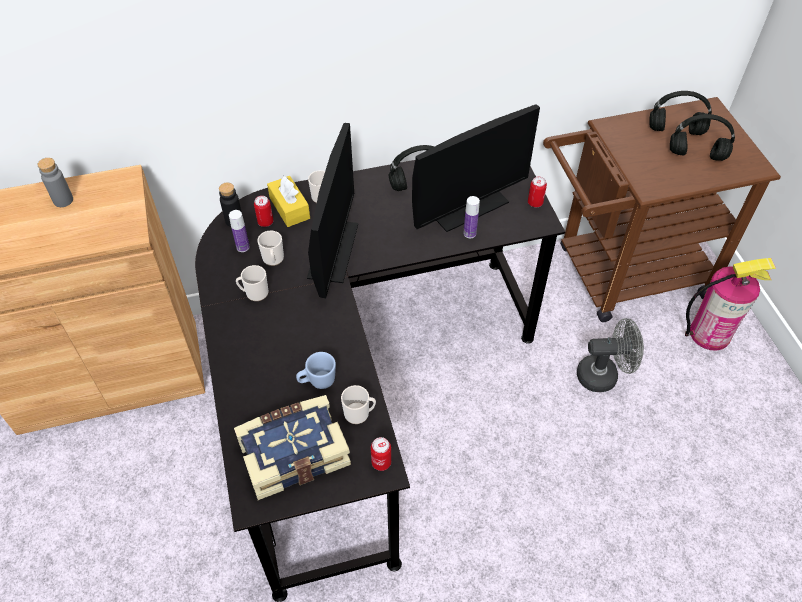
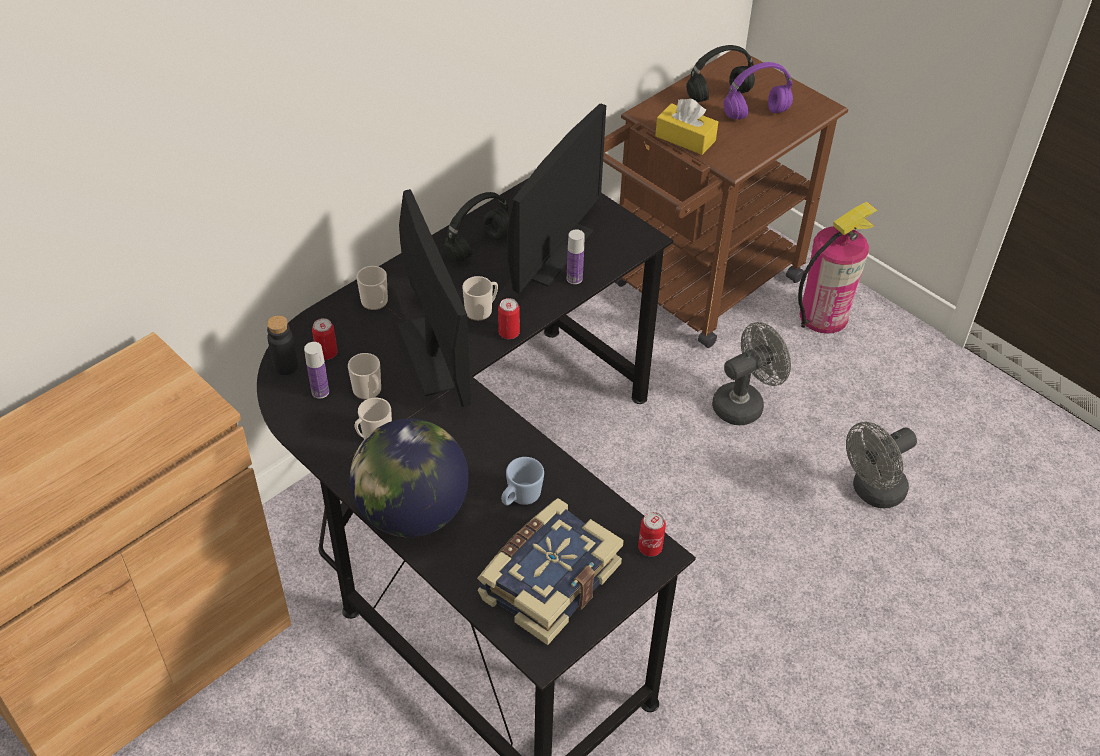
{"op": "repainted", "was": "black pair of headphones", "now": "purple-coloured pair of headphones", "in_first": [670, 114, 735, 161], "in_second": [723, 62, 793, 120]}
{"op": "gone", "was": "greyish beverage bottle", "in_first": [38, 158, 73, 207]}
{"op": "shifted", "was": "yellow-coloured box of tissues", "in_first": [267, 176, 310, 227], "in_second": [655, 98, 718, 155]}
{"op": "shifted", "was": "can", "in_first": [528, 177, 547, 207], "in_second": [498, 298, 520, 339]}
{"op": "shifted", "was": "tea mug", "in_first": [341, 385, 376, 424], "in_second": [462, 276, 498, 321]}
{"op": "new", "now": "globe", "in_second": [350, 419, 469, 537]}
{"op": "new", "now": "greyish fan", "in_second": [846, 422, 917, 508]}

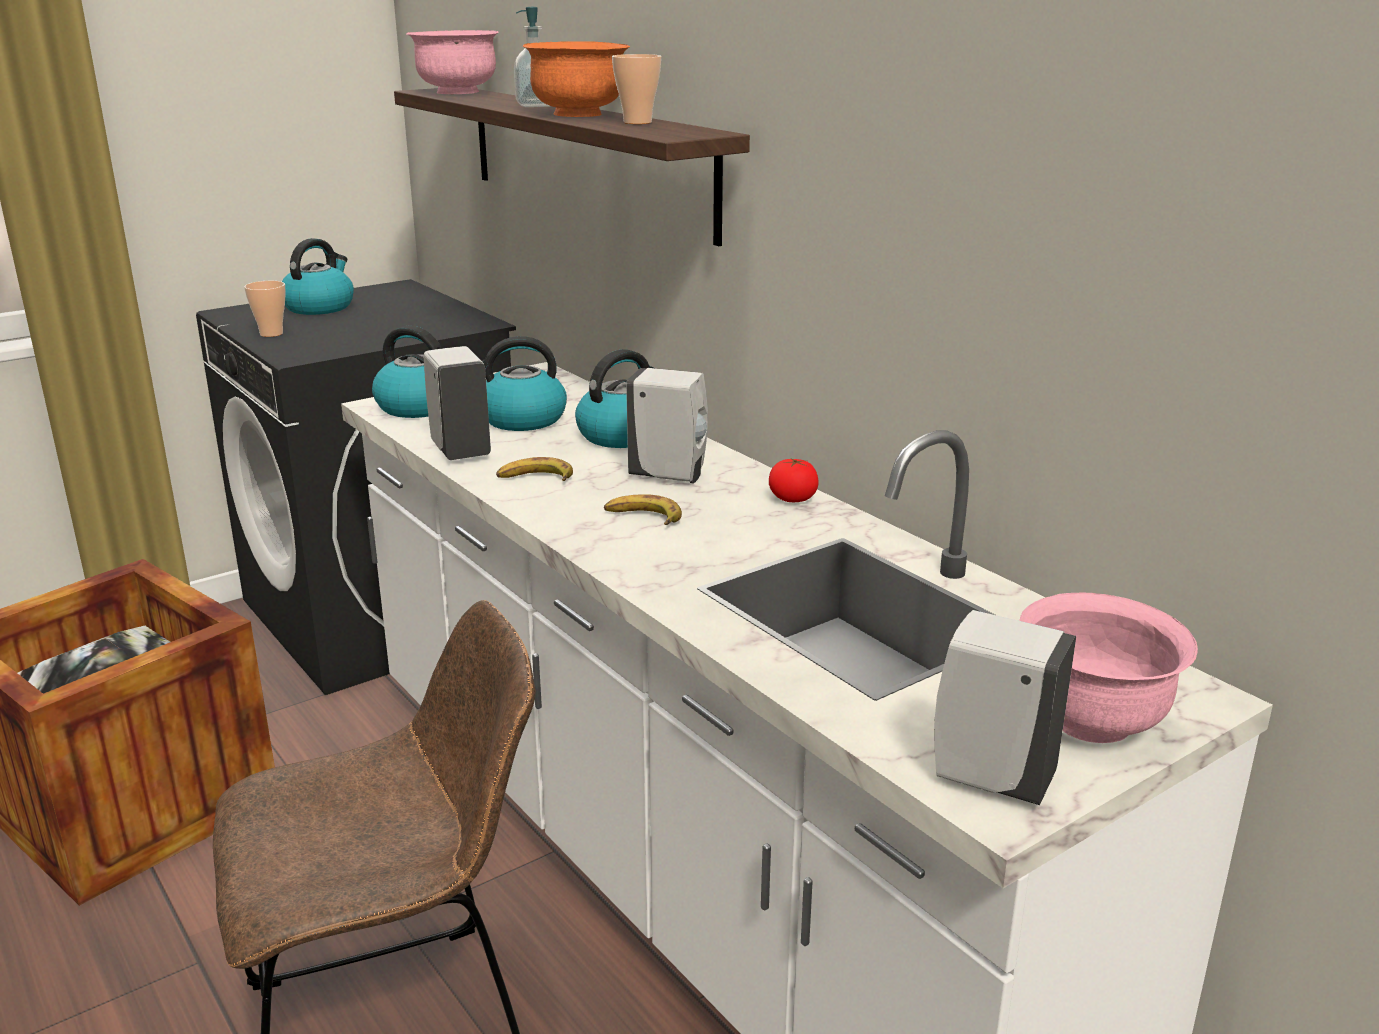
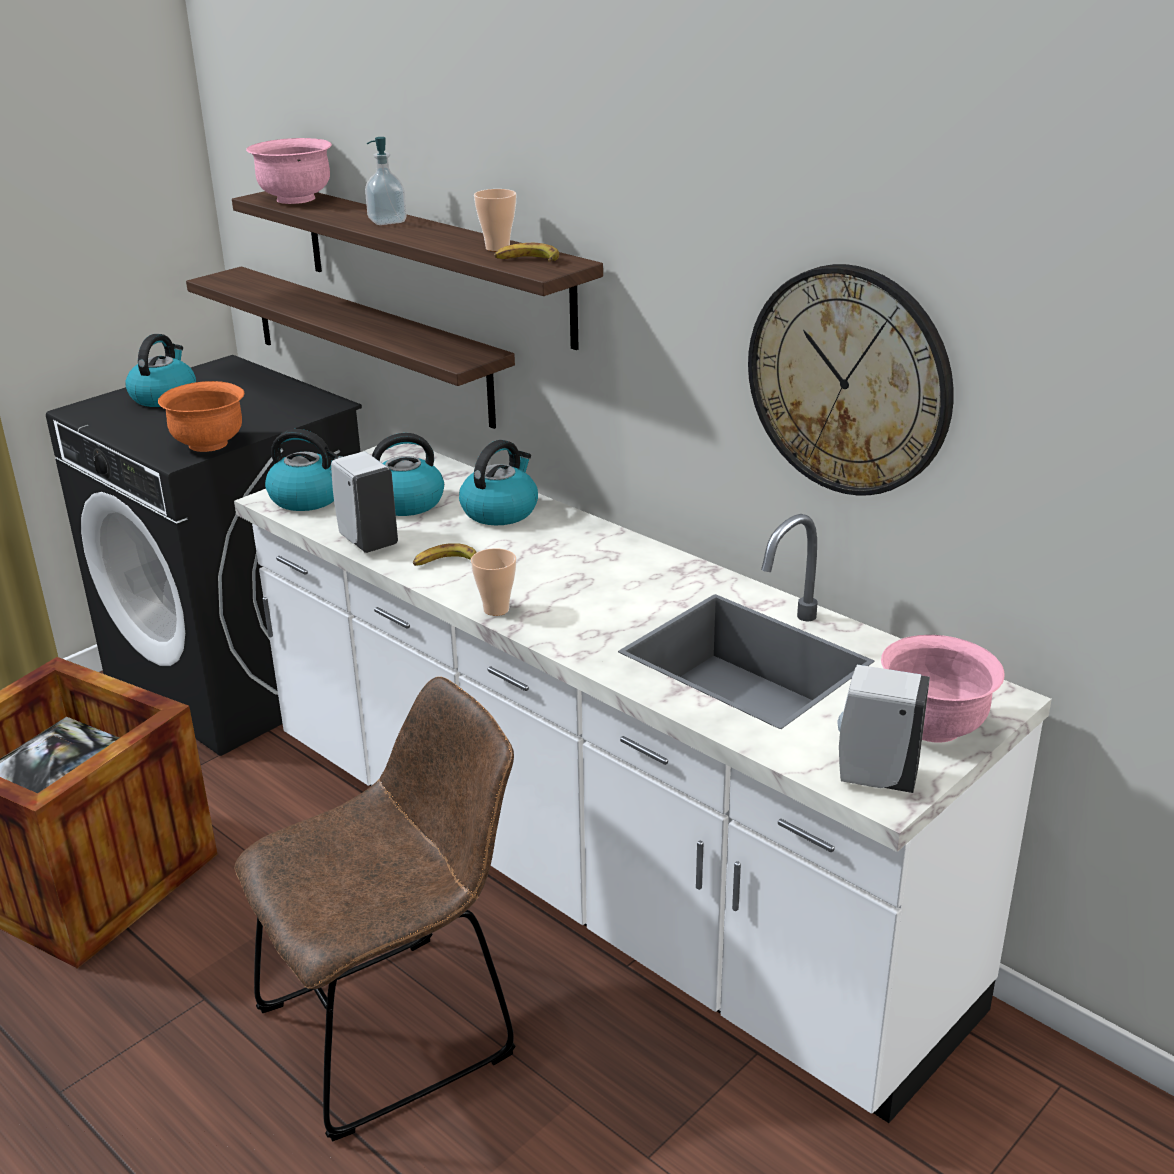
{"op": "shifted", "was": "orange bowl", "in_first": [523, 41, 630, 117], "in_second": [158, 381, 244, 452]}
{"op": "shifted", "was": "cup", "in_first": [244, 281, 286, 337], "in_second": [471, 548, 516, 616]}
{"op": "gone", "was": "white-coloured soap bottle", "in_first": [626, 368, 708, 484]}
{"op": "gone", "was": "fresh tomato", "in_first": [769, 459, 818, 502]}
{"op": "shifted", "was": "banana fruit", "in_first": [604, 494, 682, 525], "in_second": [494, 243, 559, 262]}
{"op": "new", "now": "hanging clock", "in_second": [748, 264, 954, 495]}
{"op": "new", "now": "shelf", "in_second": [186, 266, 515, 429]}

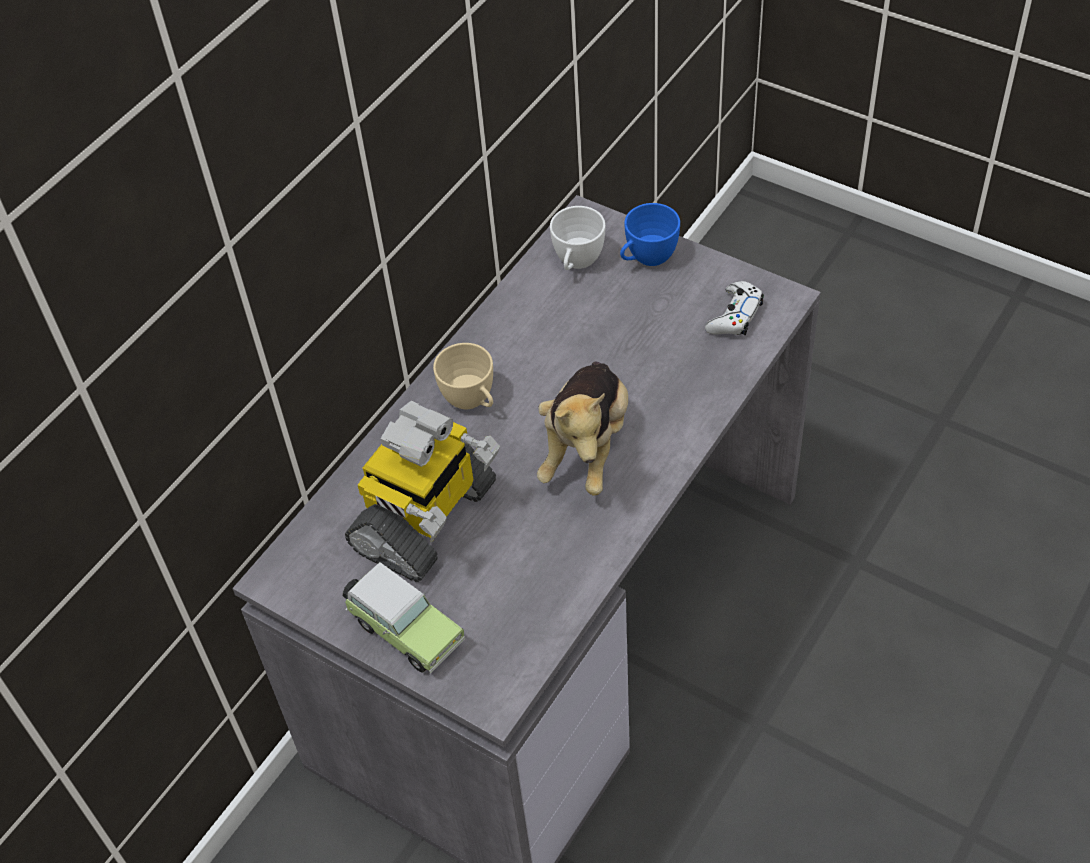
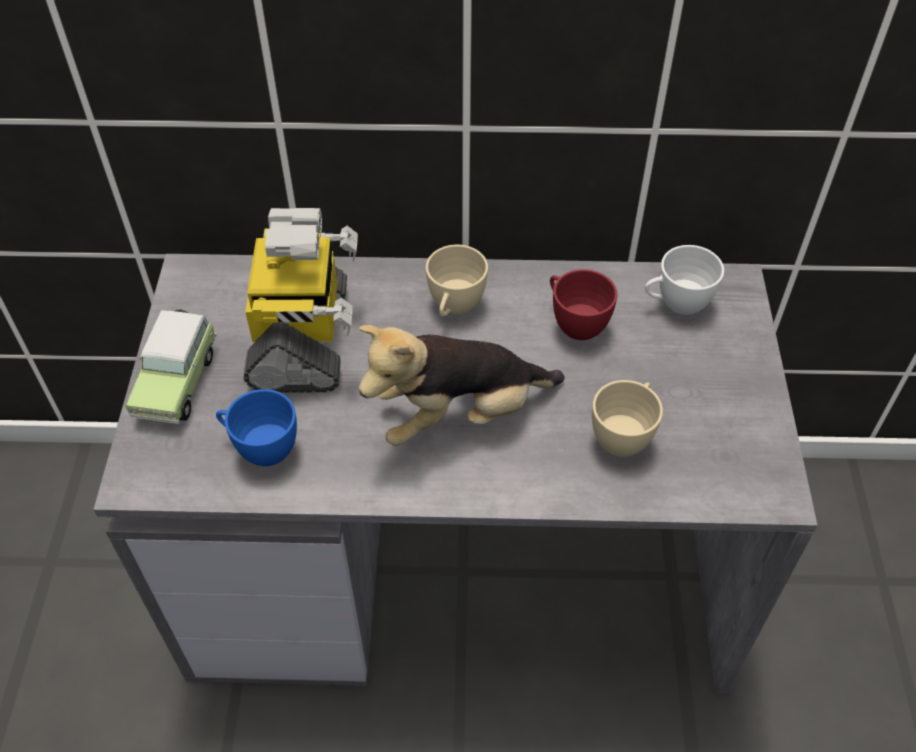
{"op": "shifted", "was": "blue-coloured cup", "in_first": [620, 203, 680, 266], "in_second": [216, 389, 297, 466]}
{"op": "gone", "was": "white-coloured game controller", "in_first": [705, 281, 764, 335]}
{"op": "rotated", "was": "toy robot", "in_first": [345, 401, 500, 582], "in_second": [244, 208, 358, 393], "clockwise": -90}
{"op": "new", "now": "reddish cup", "in_second": [550, 269, 617, 340]}
{"op": "new", "now": "sand-coloured cup", "in_second": [592, 380, 663, 457]}

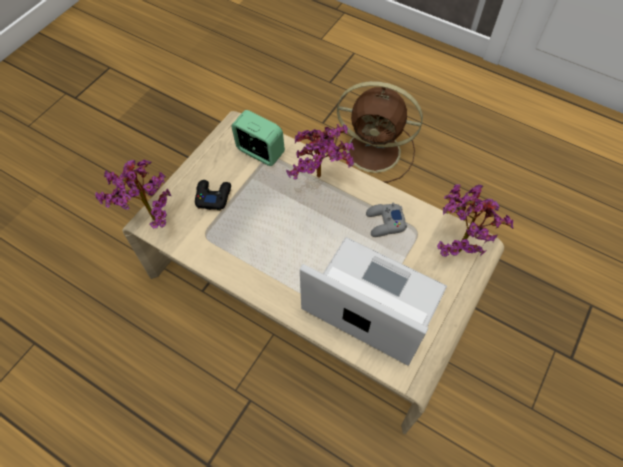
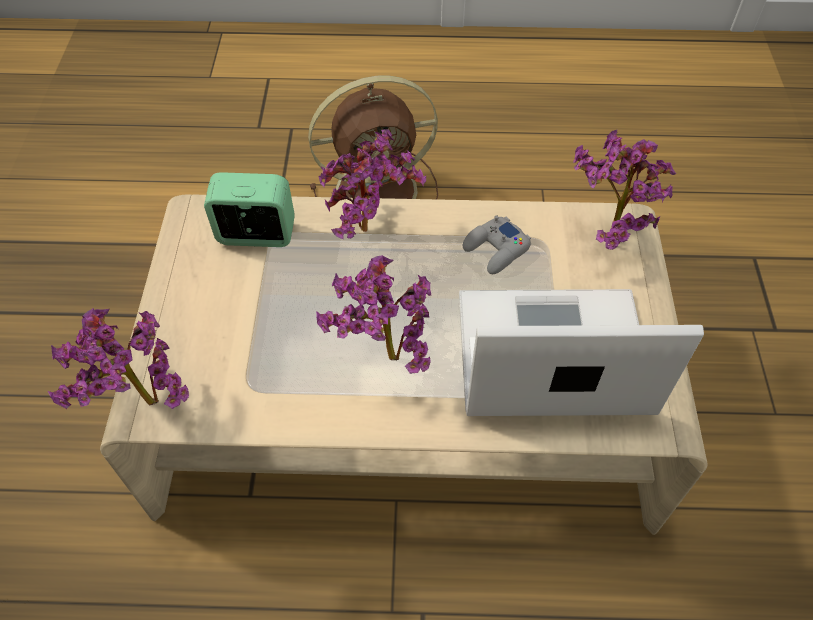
{"op": "gone", "was": "black game controller", "in_first": [195, 180, 231, 210]}
{"op": "new", "now": "houseplant", "in_second": [316, 255, 431, 374]}

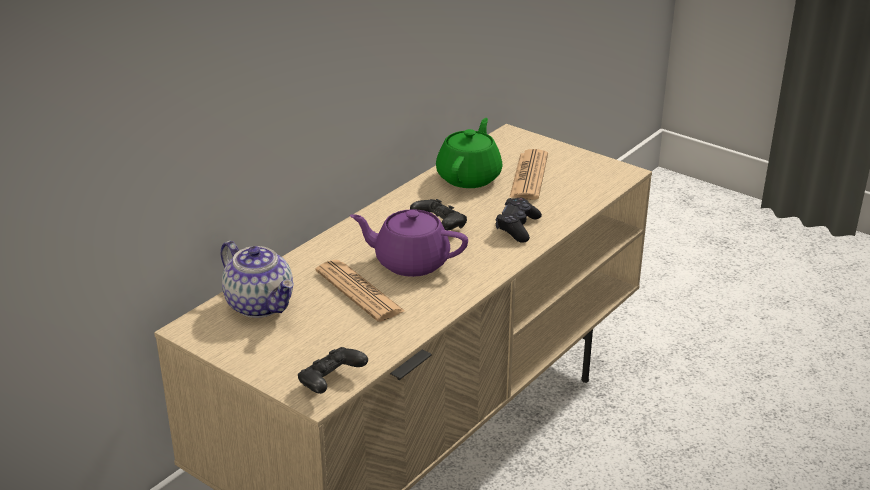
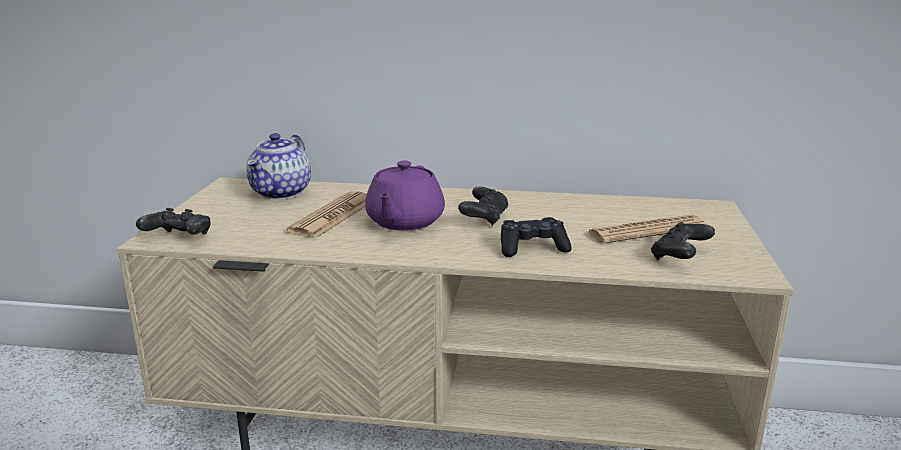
{"op": "gone", "was": "green-coloured teapot", "in_first": [436, 118, 503, 188]}
{"op": "rotated", "was": "purple-coloured teapot", "in_first": [350, 209, 468, 277], "in_second": [365, 161, 445, 231], "clockwise": -150}
{"op": "new", "now": "black game controller", "in_second": [651, 222, 715, 260]}

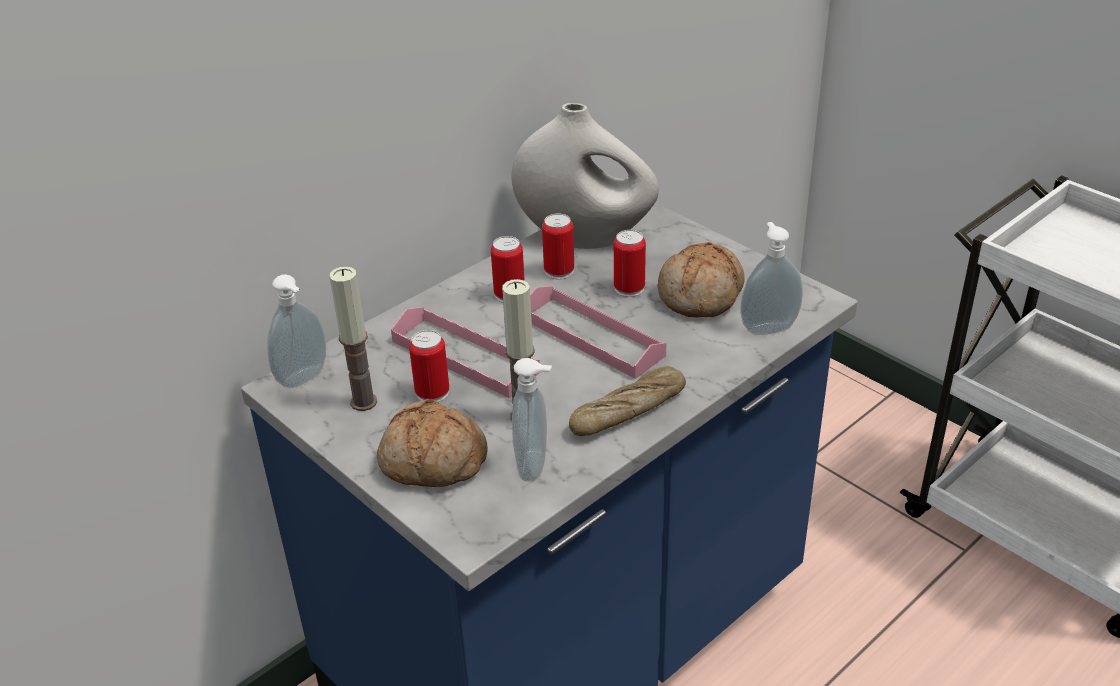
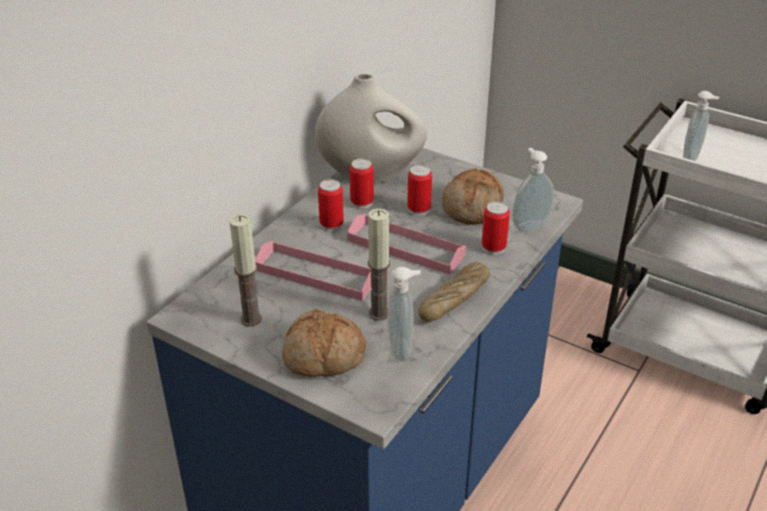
{"op": "shifted", "was": "soap bottle", "in_first": [267, 274, 326, 388], "in_second": [683, 91, 719, 161]}
{"op": "shifted", "was": "can", "in_first": [409, 330, 449, 402], "in_second": [482, 201, 510, 255]}

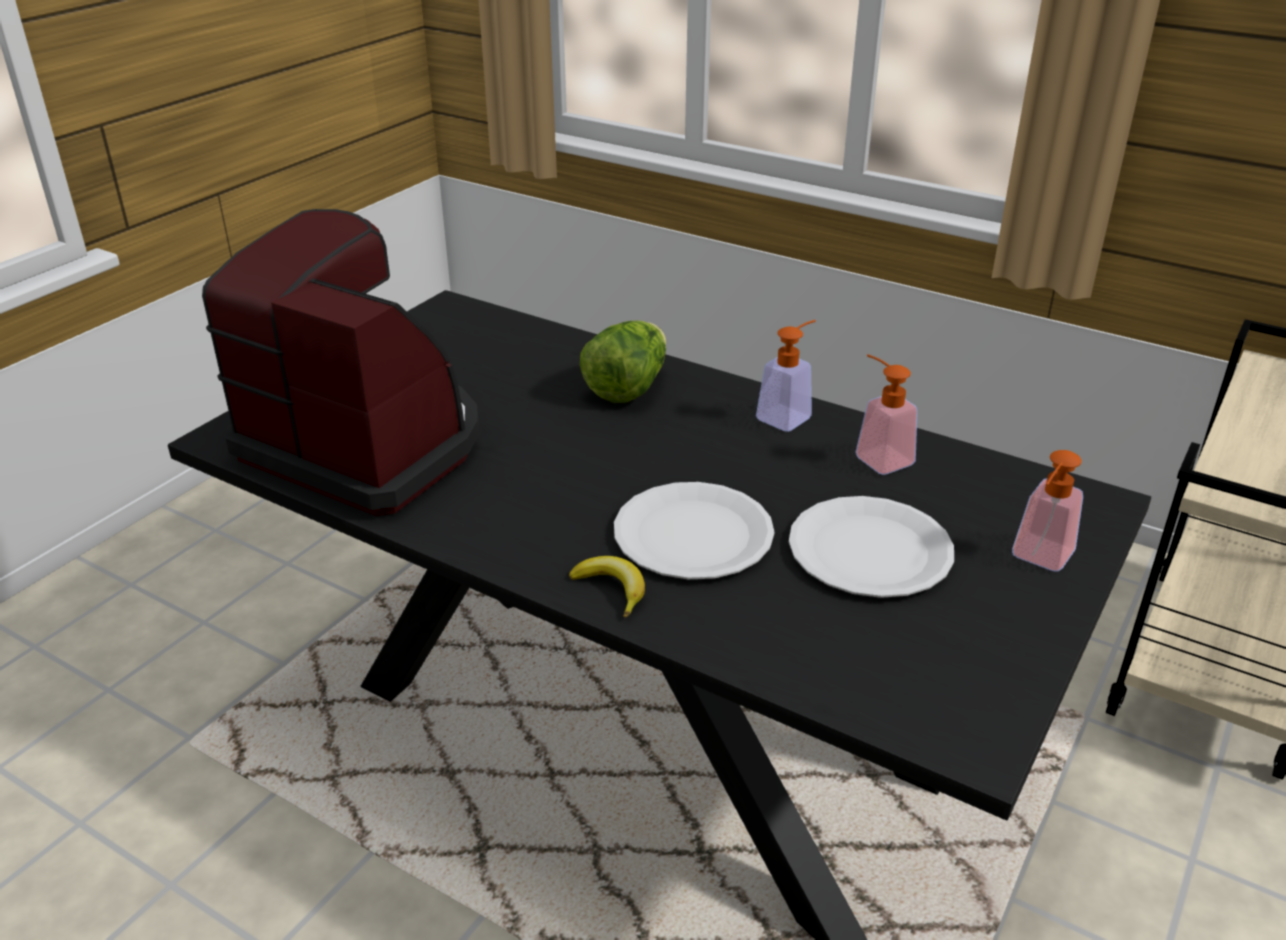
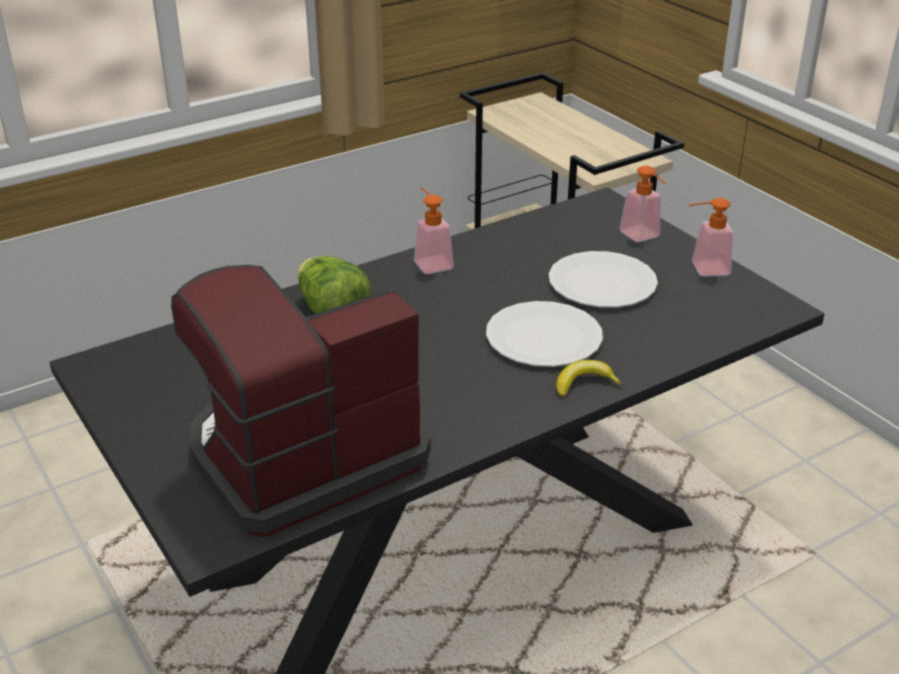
{"op": "shifted", "was": "soap bottle", "in_first": [855, 354, 918, 475], "in_second": [688, 198, 733, 277]}

